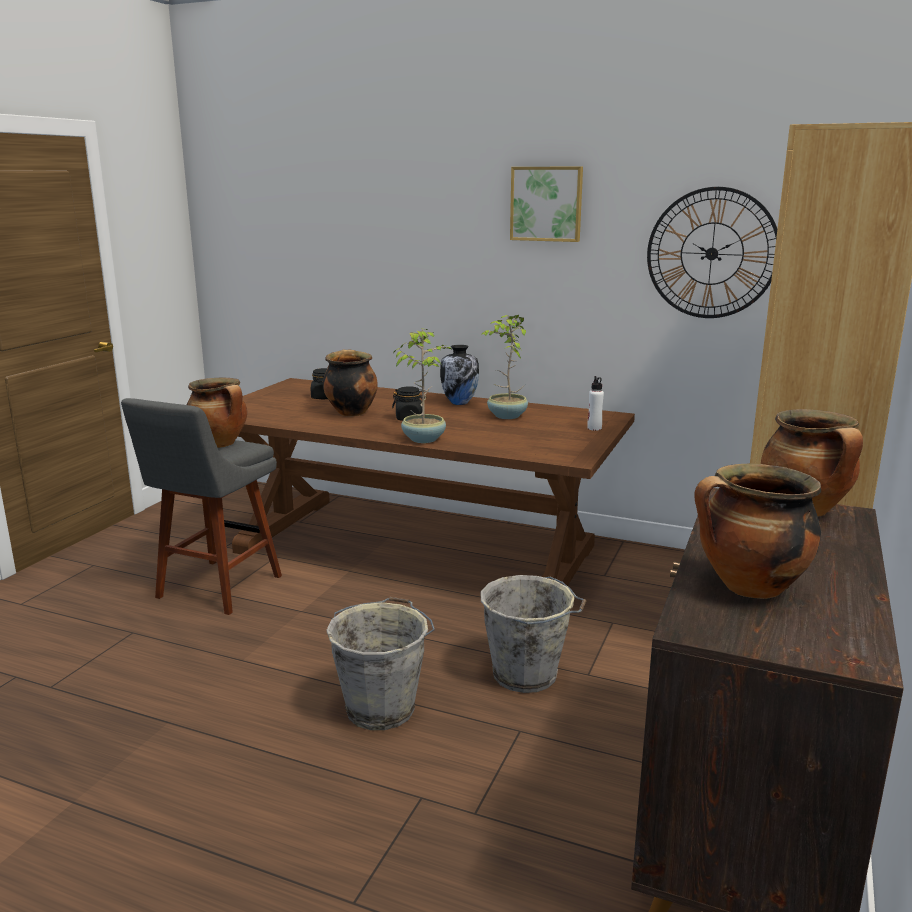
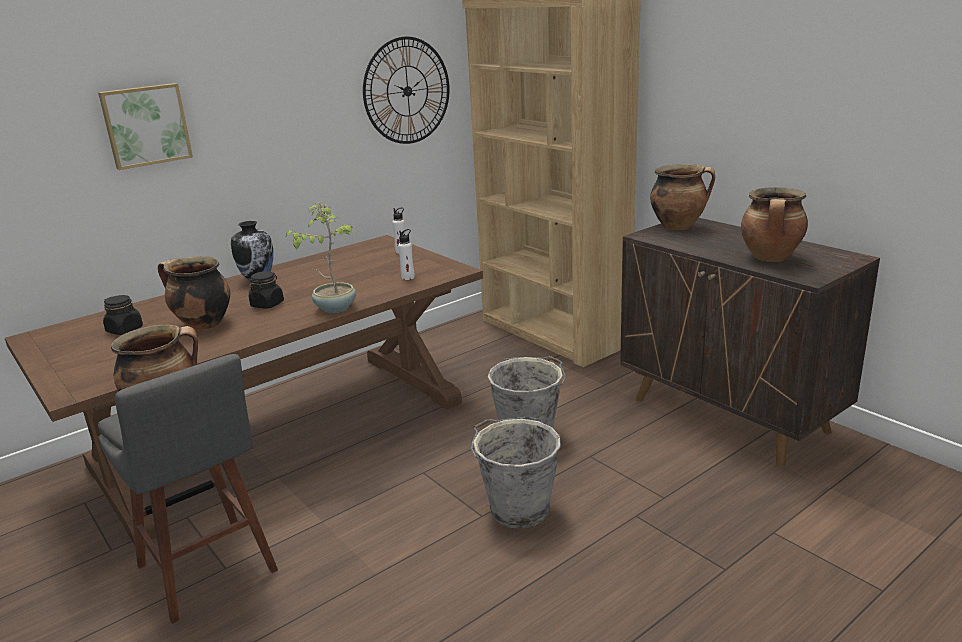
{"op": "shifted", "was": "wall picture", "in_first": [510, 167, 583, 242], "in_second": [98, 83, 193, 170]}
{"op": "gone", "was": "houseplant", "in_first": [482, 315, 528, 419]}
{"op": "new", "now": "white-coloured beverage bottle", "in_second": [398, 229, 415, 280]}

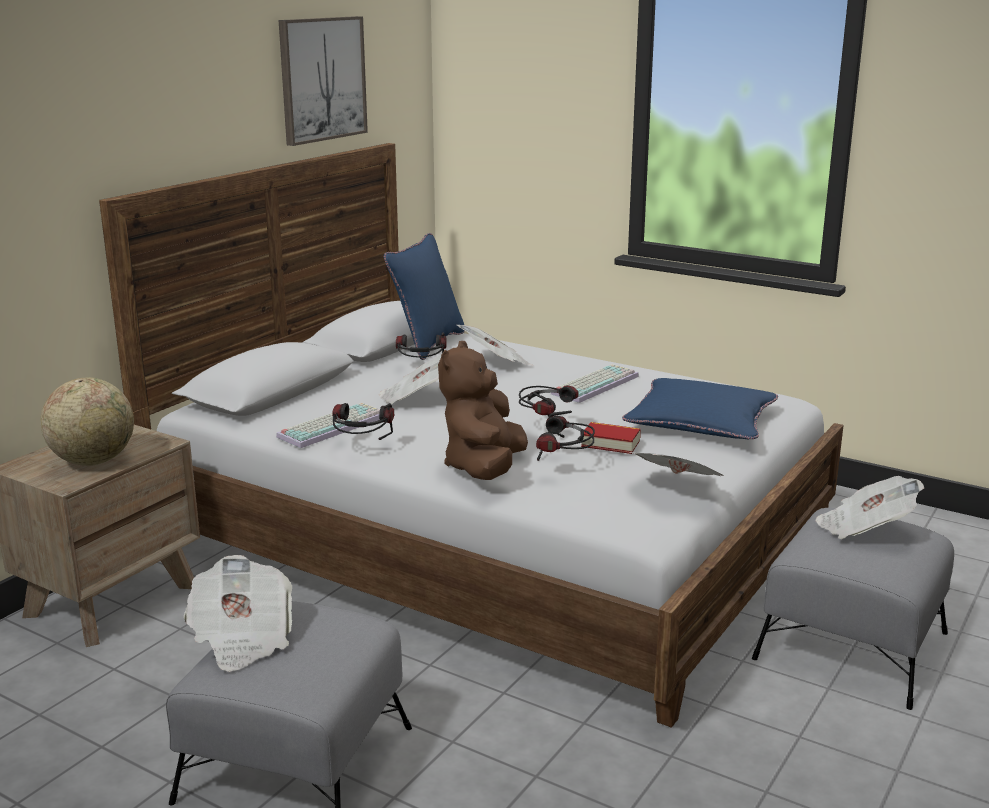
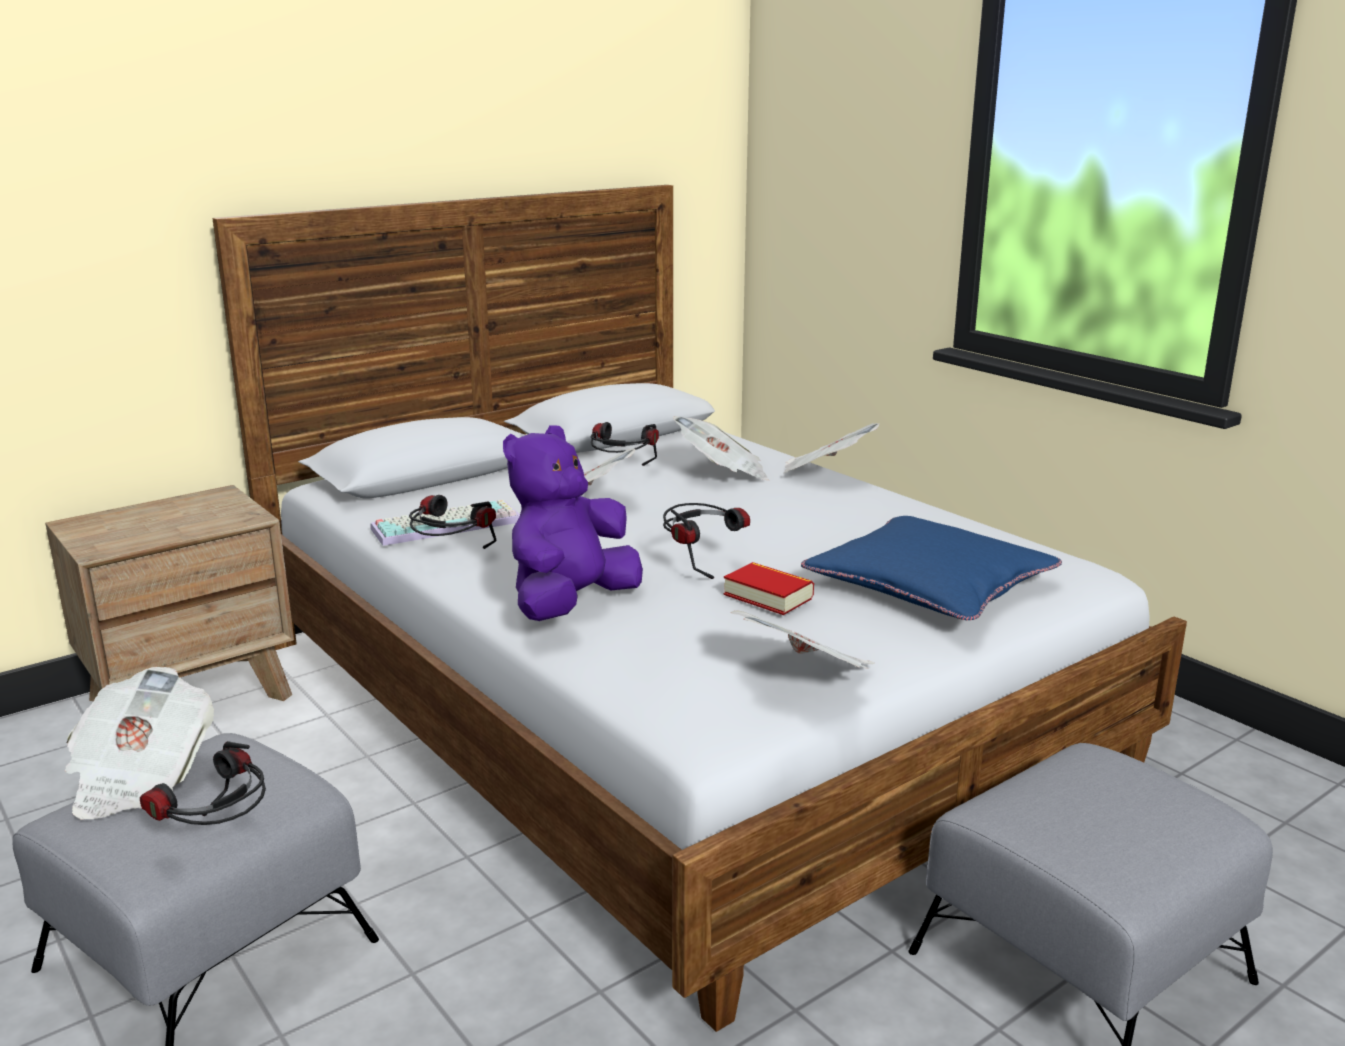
{"op": "gone", "was": "wall picture", "in_first": [279, 16, 368, 146]}
{"op": "gone", "was": "blue-coloured throw pillow", "in_first": [384, 233, 465, 360]}
{"op": "repainted", "was": "brown-coloured cuddly toy", "now": "purple-coloured cuddly toy", "in_first": [438, 341, 528, 480], "in_second": [503, 425, 643, 621]}
{"op": "gone", "was": "keyboard", "in_first": [551, 364, 639, 403]}
{"op": "gone", "was": "globe", "in_first": [40, 377, 134, 466]}
{"op": "shifted", "was": "pair of headphones", "in_first": [536, 411, 595, 461], "in_second": [140, 741, 266, 825]}
{"op": "shifted", "was": "printed paper", "in_first": [815, 476, 924, 539], "in_second": [784, 423, 880, 473]}

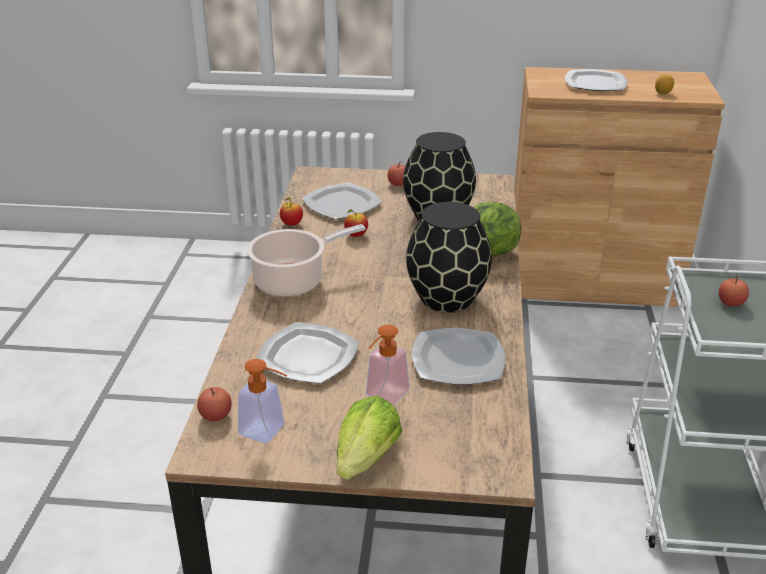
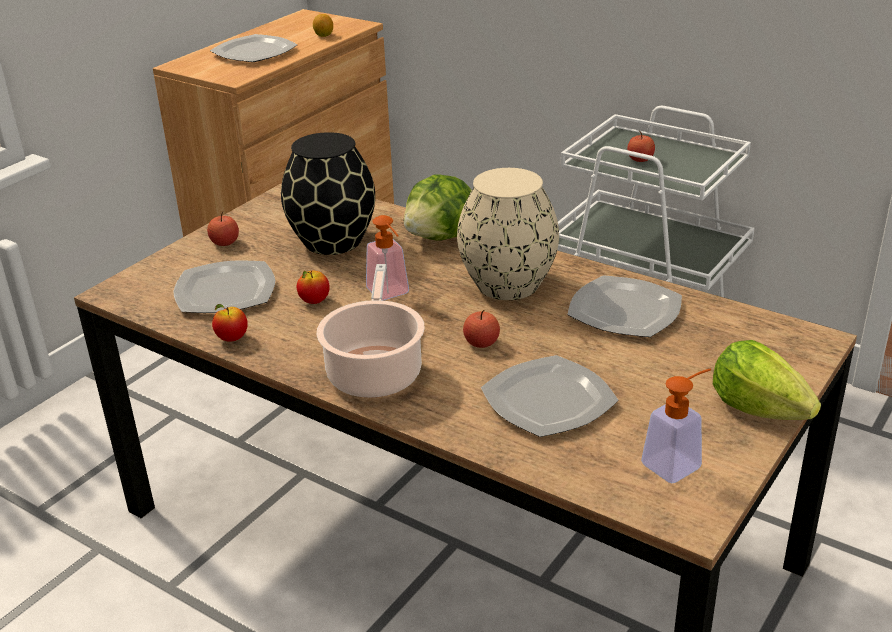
{"op": "repainted", "was": "black flower vase", "now": "sand-coloured flower vase", "in_first": [406, 202, 492, 313], "in_second": [457, 168, 559, 300]}
{"op": "shifted", "was": "soap bottle", "in_first": [366, 325, 410, 405], "in_second": [366, 215, 409, 301]}
{"op": "shifted", "was": "apple", "in_first": [197, 387, 232, 421], "in_second": [463, 310, 500, 348]}

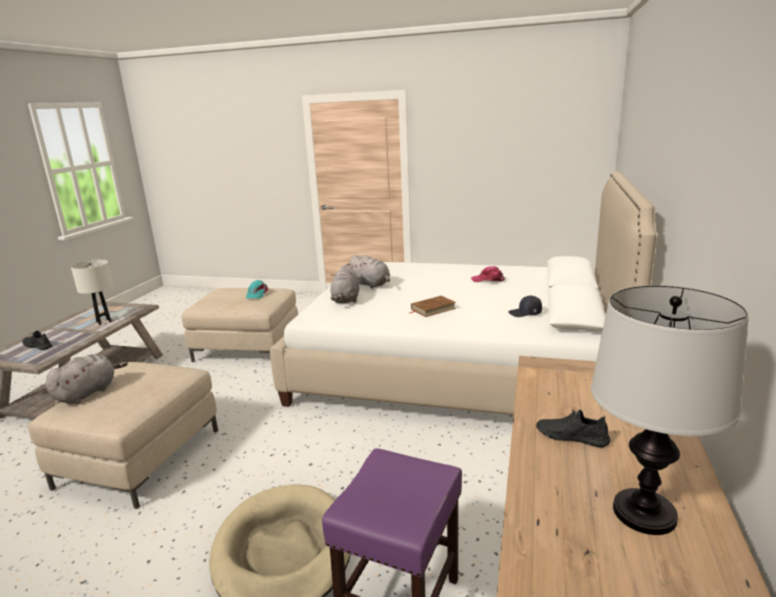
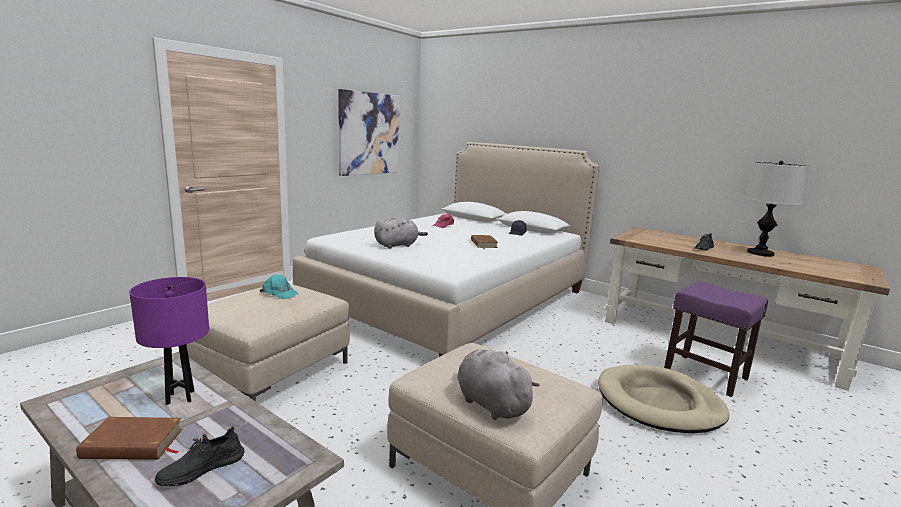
{"op": "repainted", "was": "white-coloured lamp for a table", "now": "purple-coloured lamp for a table", "in_first": [71, 259, 114, 325], "in_second": [129, 277, 209, 405]}
{"op": "gone", "was": "greyish cuddly toy", "in_first": [330, 264, 360, 303]}
{"op": "new", "now": "wall picture", "in_second": [338, 89, 400, 176]}
{"op": "new", "now": "brown-coloured volume", "in_second": [76, 417, 183, 460]}

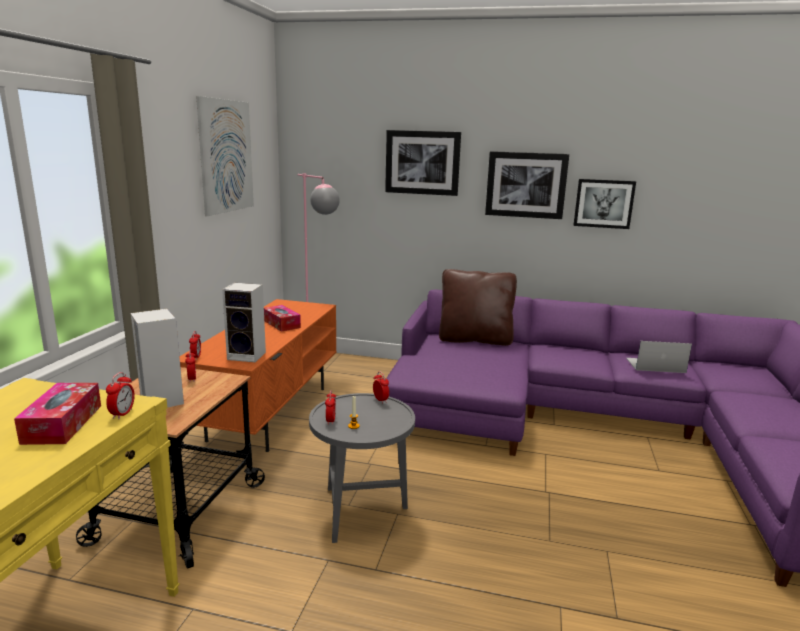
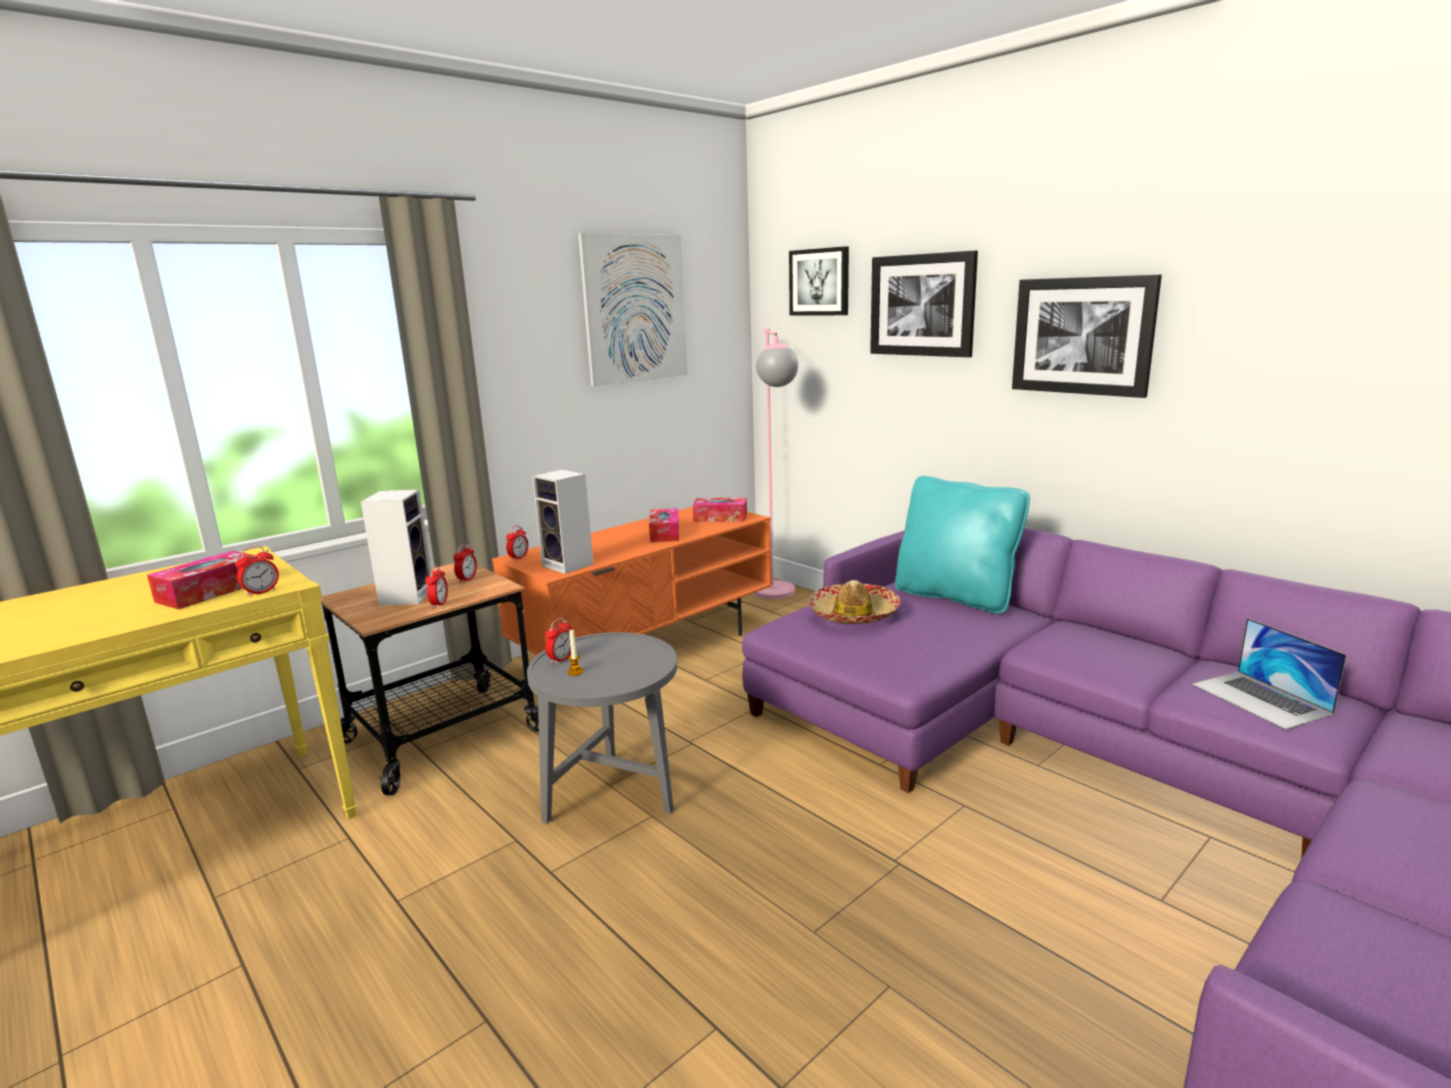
{"op": "shifted", "was": "wall picture", "in_first": [574, 179, 636, 229], "in_second": [789, 246, 849, 316]}
{"op": "repainted", "was": "brown-coloured throw pillow", "now": "turquoise-coloured throw pillow", "in_first": [439, 269, 517, 346], "in_second": [895, 476, 1030, 613]}
{"op": "rotated", "was": "laptop", "in_first": [626, 341, 692, 373], "in_second": [1193, 618, 1347, 729], "clockwise": -150}
{"op": "shifted", "was": "bedside clock", "in_first": [373, 372, 389, 403], "in_second": [426, 565, 448, 608]}
{"op": "new", "now": "box of tissues", "in_second": [693, 498, 747, 522]}
{"op": "new", "now": "clothing hat", "in_second": [808, 580, 901, 624]}

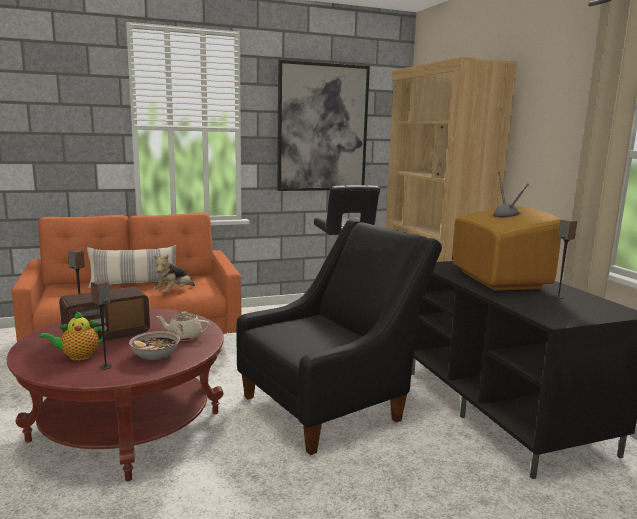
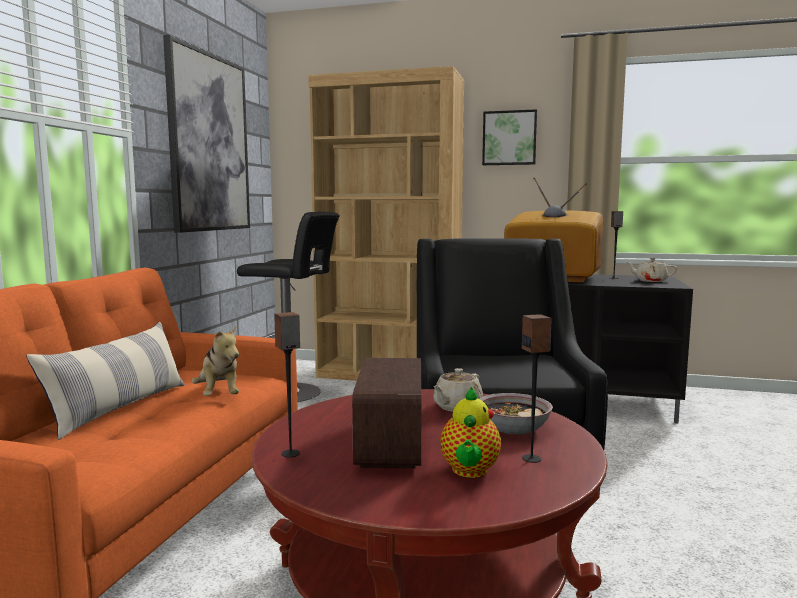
{"op": "new", "now": "wall picture", "in_second": [482, 109, 537, 165]}
{"op": "new", "now": "sand-coloured teapot", "in_second": [626, 258, 677, 282]}

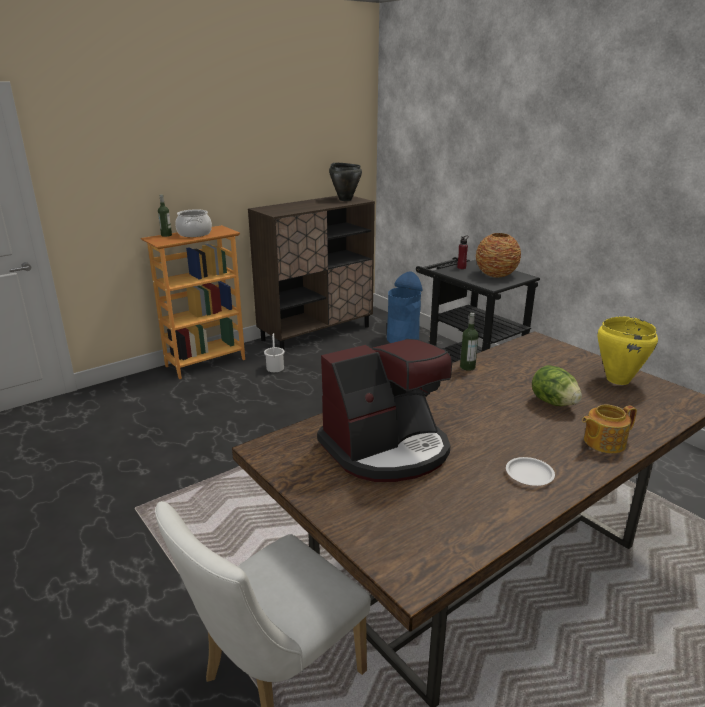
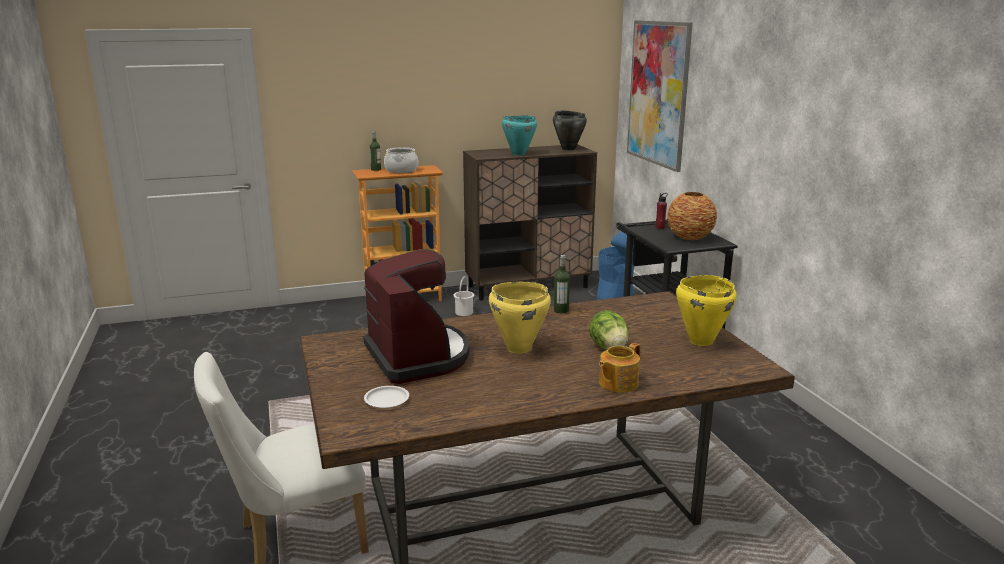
{"op": "rotated", "was": "coffee machine", "in_first": [317, 339, 452, 482], "in_second": [363, 249, 469, 384], "clockwise": -105}
{"op": "rotated", "was": "teapot", "in_first": [582, 405, 637, 453], "in_second": [599, 343, 640, 393], "clockwise": -45}
{"op": "shifted", "was": "white-coloured dinner plate", "in_first": [506, 457, 555, 486], "in_second": [364, 386, 409, 408]}
{"op": "new", "now": "wall picture", "in_second": [627, 20, 693, 172]}
{"op": "new", "now": "turquoise-coloured stockpot", "in_second": [502, 116, 537, 156]}
{"op": "new", "now": "yellow-coloured stockpot", "in_second": [489, 282, 551, 354]}

